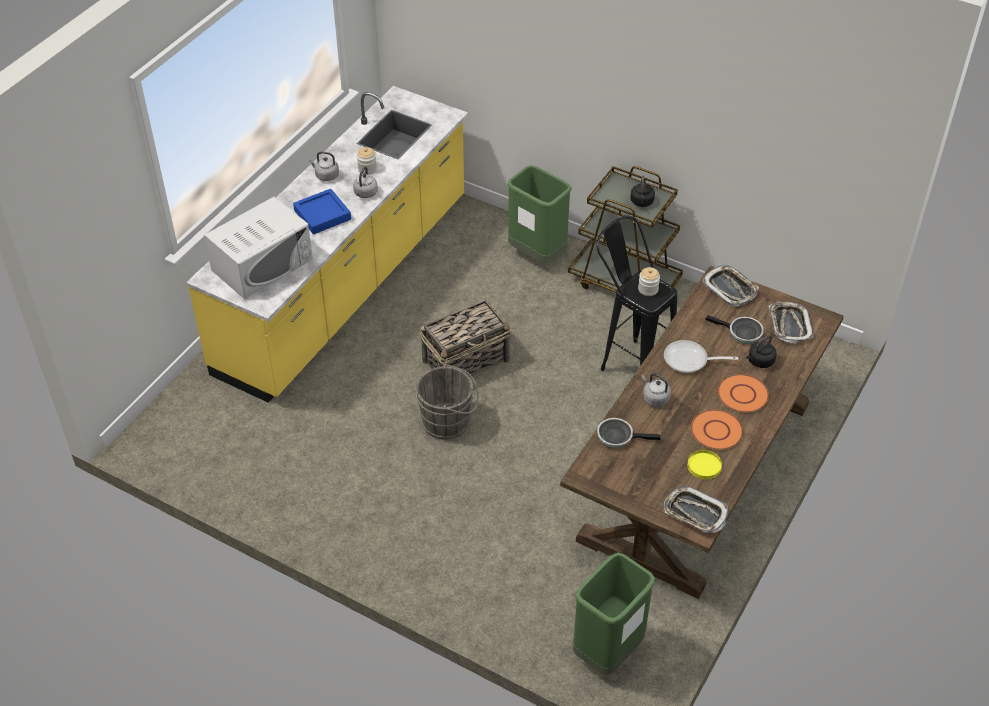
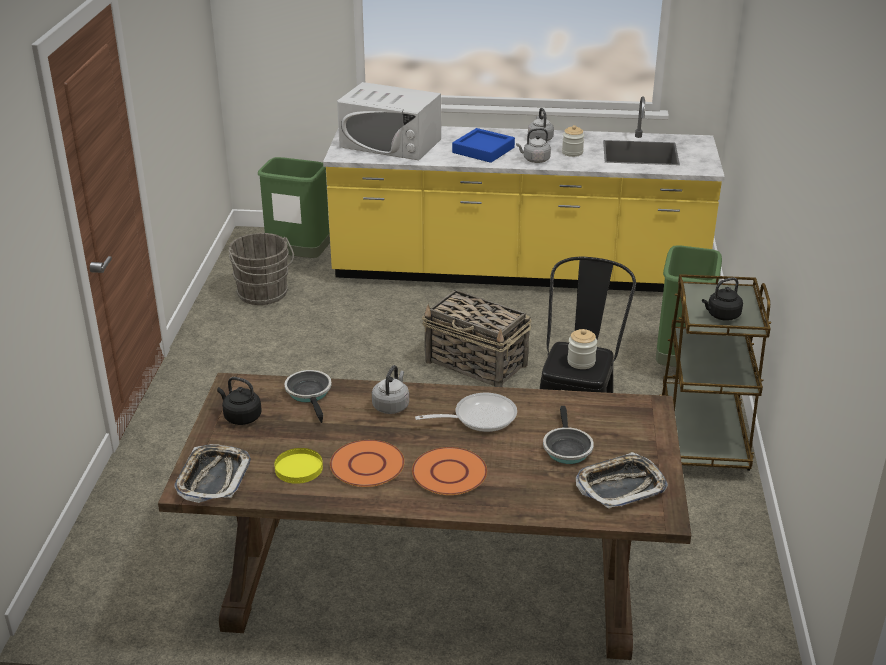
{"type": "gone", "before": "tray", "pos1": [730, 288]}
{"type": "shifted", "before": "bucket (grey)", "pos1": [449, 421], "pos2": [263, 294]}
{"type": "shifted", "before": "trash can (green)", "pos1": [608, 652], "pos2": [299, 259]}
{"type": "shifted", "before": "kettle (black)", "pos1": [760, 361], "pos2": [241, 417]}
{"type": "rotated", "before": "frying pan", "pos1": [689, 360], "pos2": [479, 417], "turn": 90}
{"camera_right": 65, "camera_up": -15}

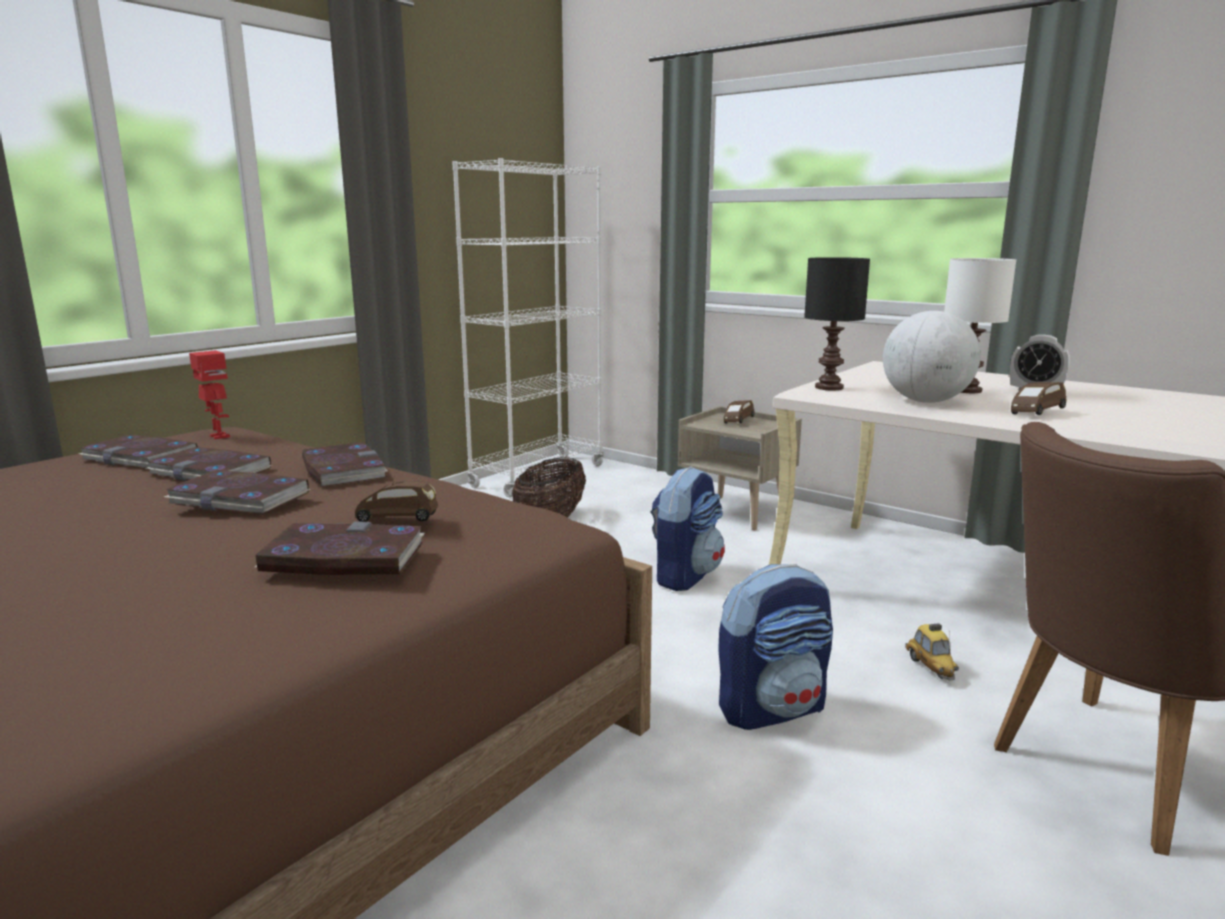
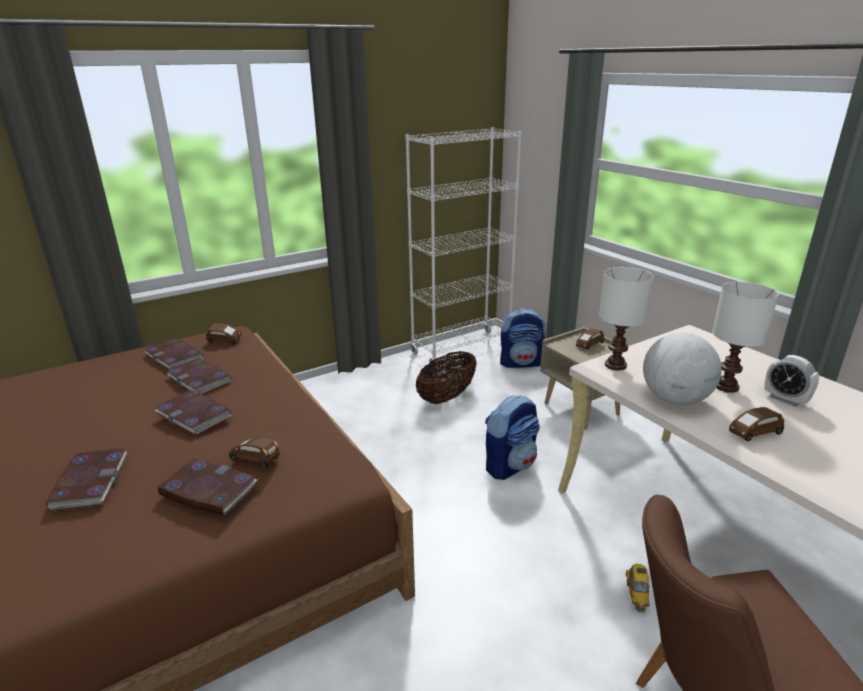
{"type": "shifted", "before": "book", "pos1": [343, 470], "pos2": [90, 481]}
{"type": "shifted", "before": "backpack", "pos1": [772, 708], "pos2": [521, 363]}
{"type": "swapped", "before": "toy robot", "after": "toy car (brown)", "pos1": [218, 437], "pos2": [224, 341]}
{"type": "repainted", "before": "table lamp (black)", "after": "table lamp (white)", "pos1": [830, 388], "pos2": [616, 366]}
{"camera_right": 20, "camera_up": 10}

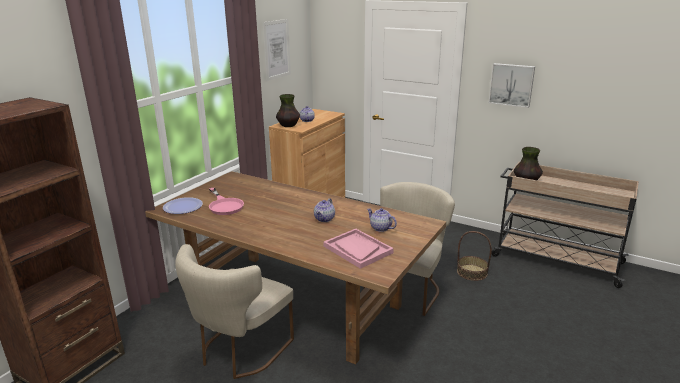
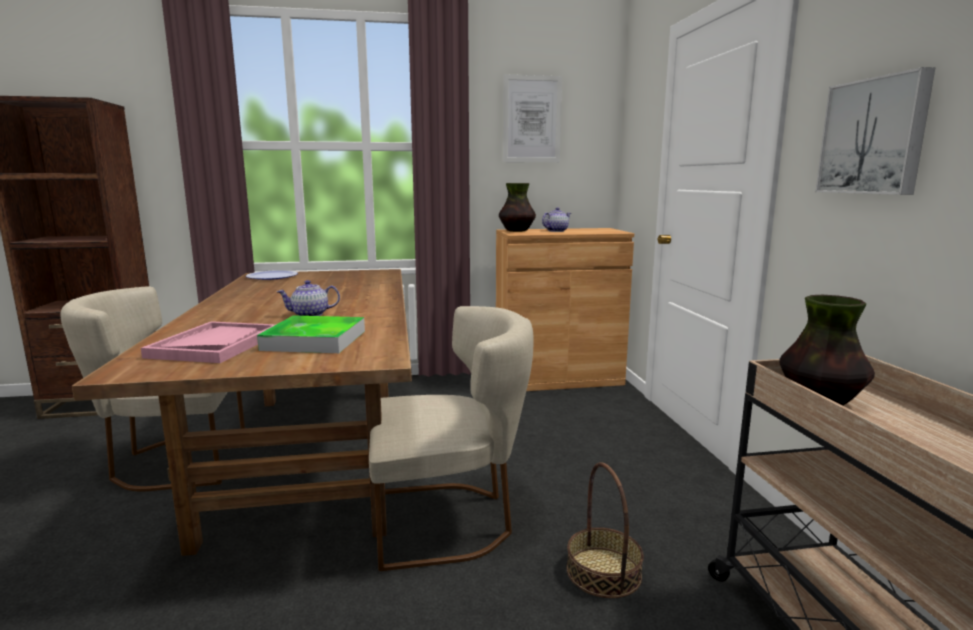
{"type": "gone", "before": "frying pan (pink)", "pos1": [224, 205]}
{"type": "swapped", "before": "teapot", "after": "tray", "pos1": [380, 228], "pos2": [314, 340]}
{"camera_right": 50, "camera_up": -10}

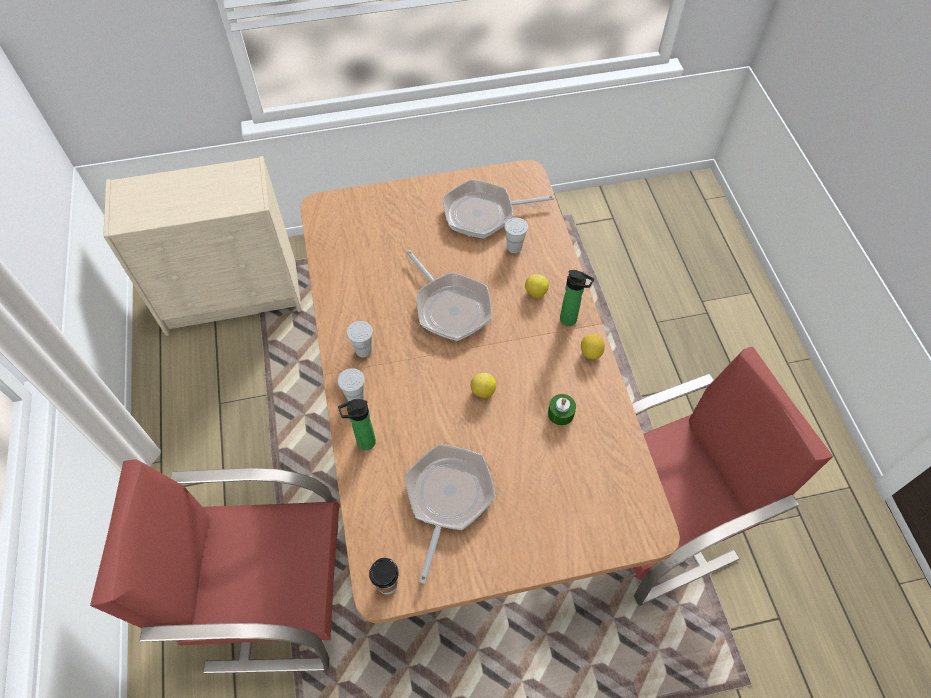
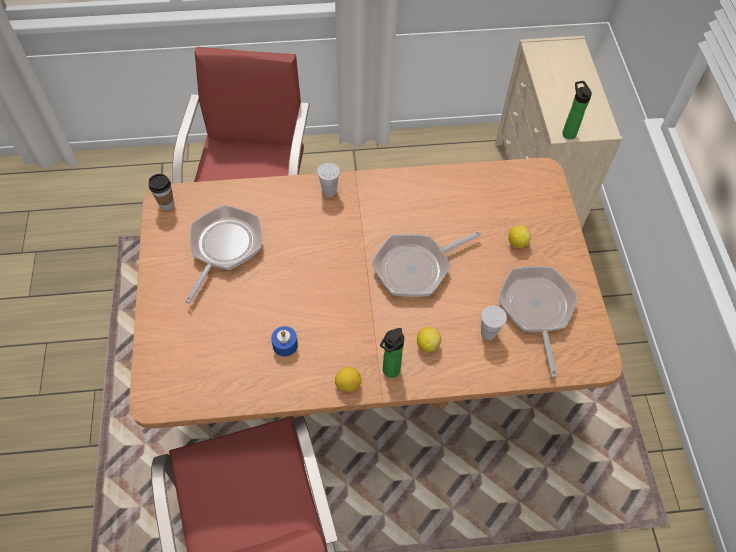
{"type": "gone", "before": "cup (white)", "pos1": [363, 350]}
{"type": "shifted", "before": "bottle", "pos1": [363, 443], "pos2": [568, 132]}
{"type": "shifted", "before": "lemon", "pos1": [483, 391], "pos2": [517, 242]}
{"type": "repainted", "before": "candle (green)", "after": "candle (blue)", "pos1": [560, 413], "pos2": [285, 345]}
{"type": "rotated", "before": "frying pan", "pos1": [447, 498], "pos2": [224, 247], "turn": -90}
{"camera_right": 95, "camera_up": 0}

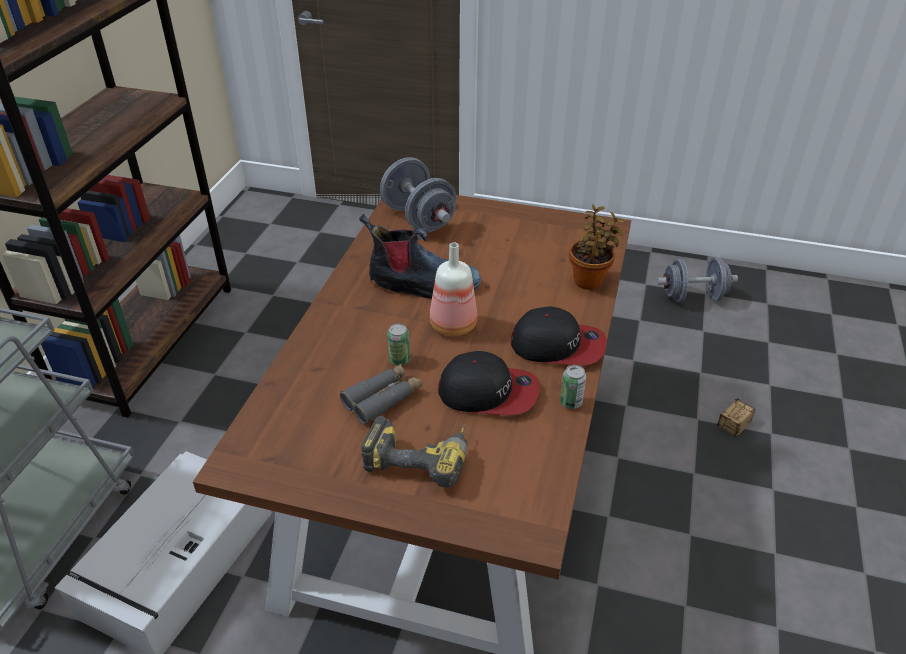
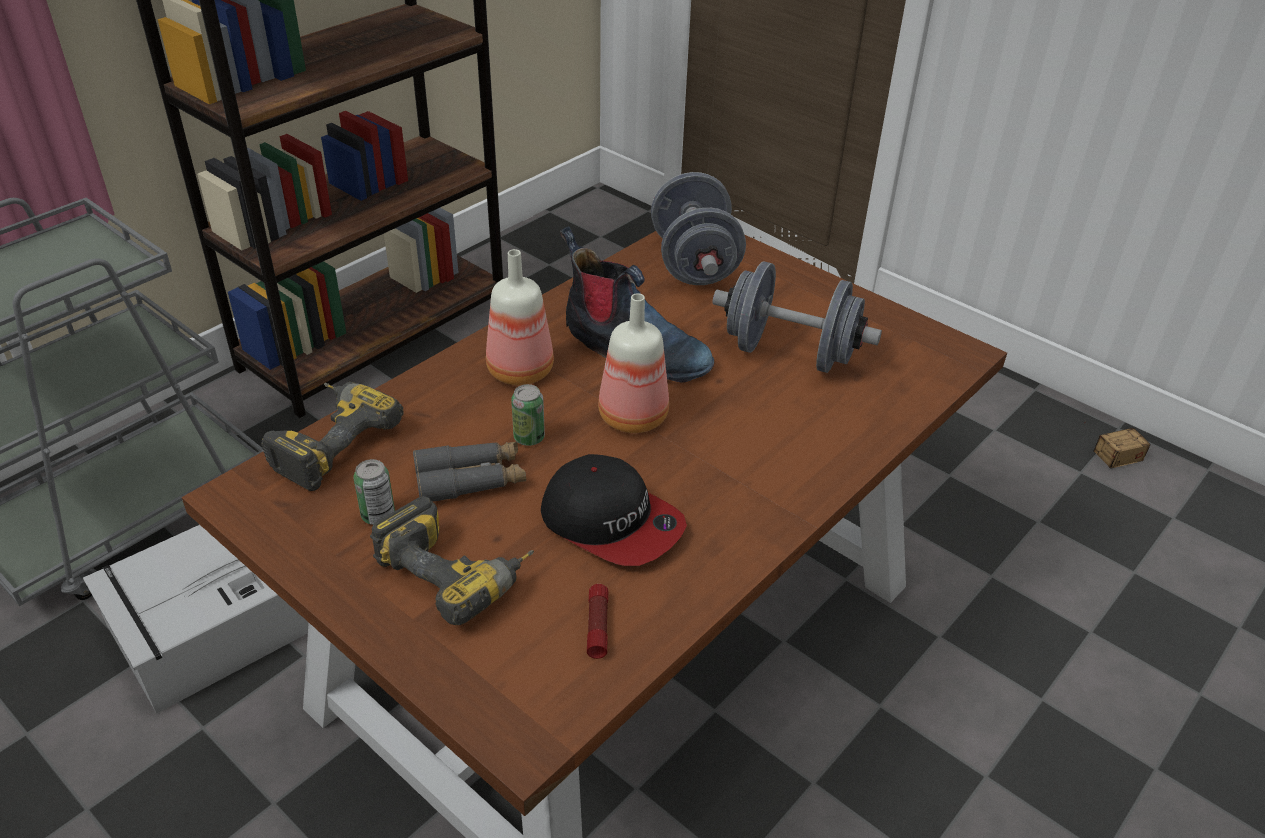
{"type": "gone", "before": "cap", "pos1": [558, 345]}
{"type": "gone", "before": "potted plant", "pos1": [590, 280]}
{"type": "new", "after": "power drill", "pos2": [328, 442]}
{"type": "new", "after": "bottle", "pos2": [522, 372]}
{"type": "new", "after": "flashlight", "pos2": [597, 626]}
{"type": "shifted", "before": "can", "pos1": [571, 402], "pos2": [378, 515]}
{"type": "shifted", "before": "dumbbell (grey)", "pos1": [693, 296], "pos2": [790, 354]}
{"type": "shifted", "before": "storage box", "pos1": [722, 435], "pos2": [1094, 462]}
{"camera_right": 25, "camera_up": 0}

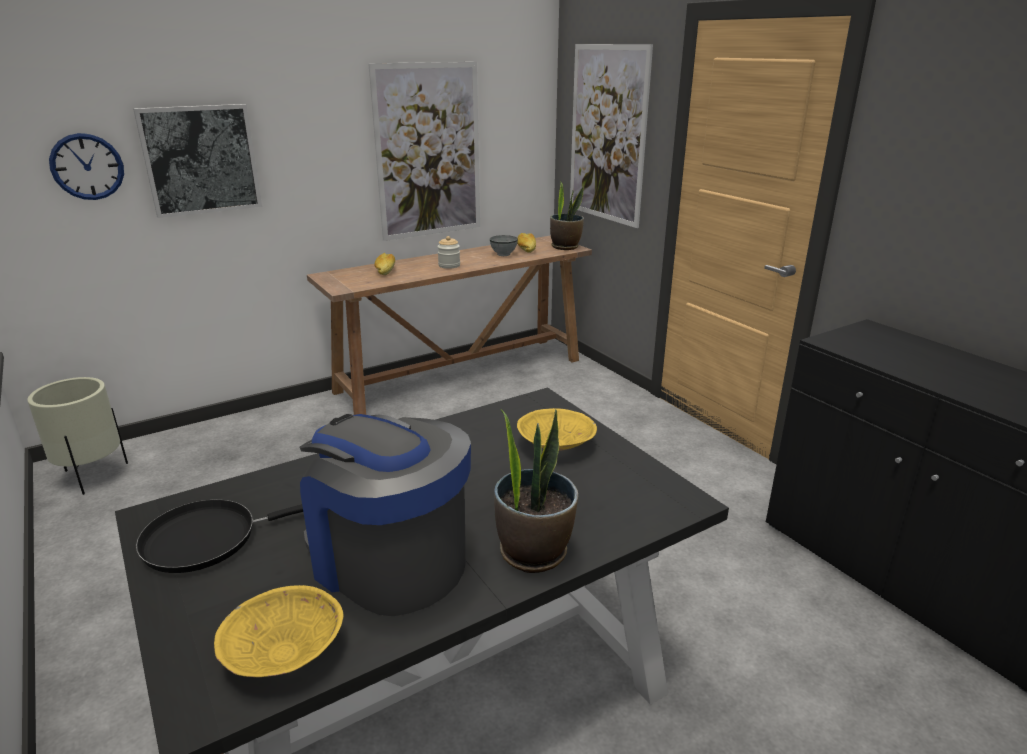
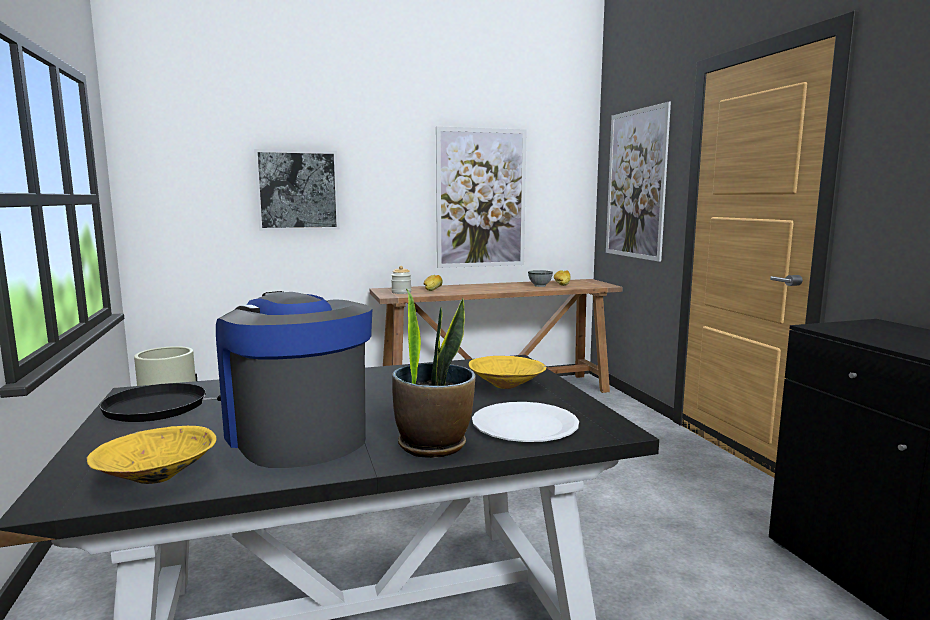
{"type": "gone", "before": "wall clock", "pos1": [87, 167]}
{"type": "gone", "before": "potted plant", "pos1": [565, 247]}
{"type": "new", "after": "plate (white)", "pos2": [525, 425]}
{"type": "shifted", "before": "jar", "pos1": [449, 265], "pos2": [401, 292]}
{"camera_right": 15, "camera_up": -15}

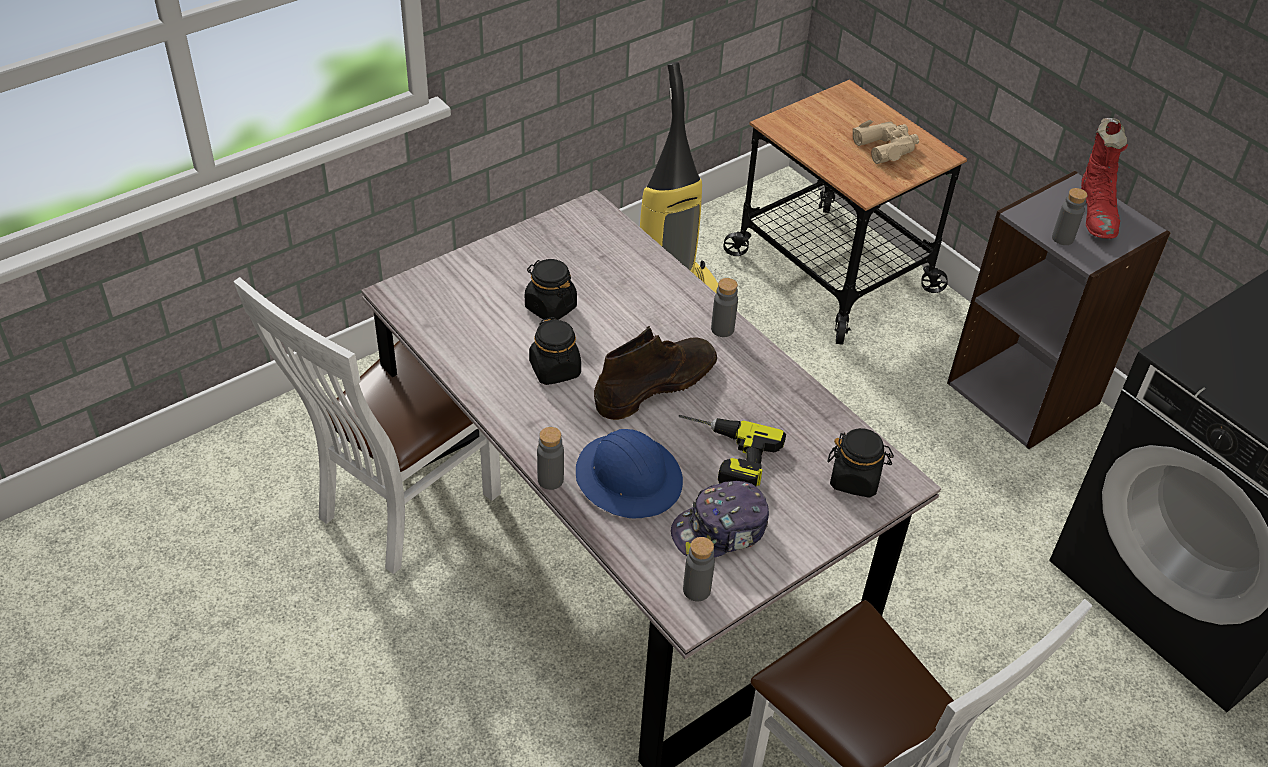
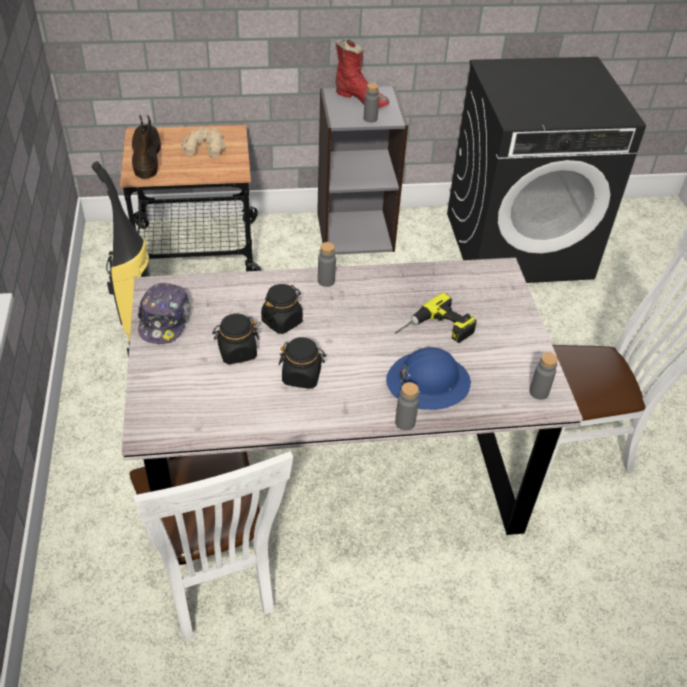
{"type": "shifted", "before": "boot (brown)", "pos1": [656, 384], "pos2": [146, 155]}
{"type": "shifted", "before": "cap", "pos1": [720, 531], "pos2": [165, 320]}
{"type": "shifted", "before": "jar (black)", "pos1": [855, 479], "pos2": [282, 321]}
{"camera_right": -60, "camera_up": 0}

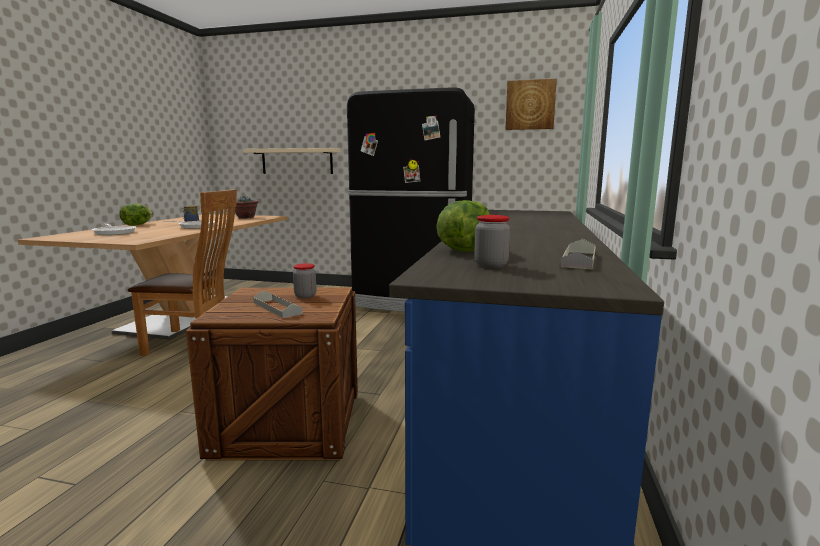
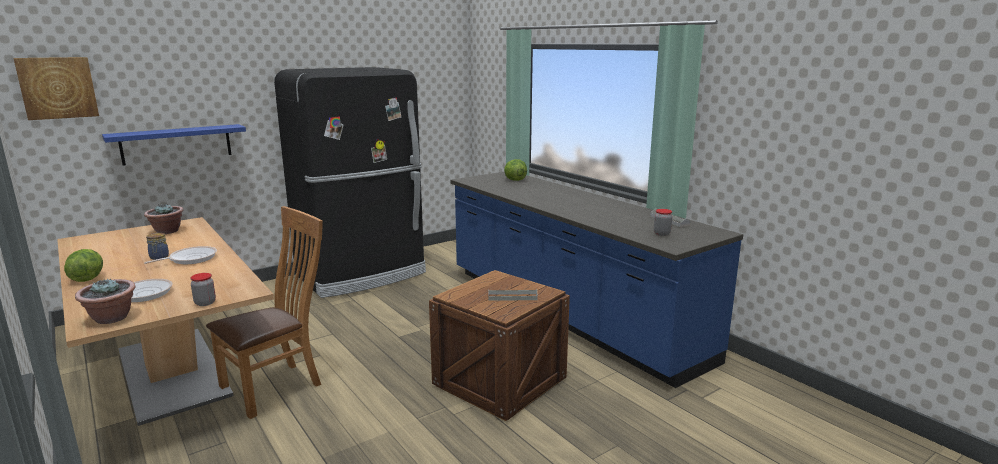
{"type": "new", "after": "potted plant", "pos2": [111, 318]}
{"type": "shifted", "before": "jar", "pos1": [305, 296], "pos2": [205, 303]}
{"type": "shifted", "before": "lettuce", "pos1": [463, 250], "pos2": [515, 180]}
{"type": "shifted", "before": "picture", "pos1": [530, 105], "pos2": [58, 88]}
{"type": "repainted", "before": "shelf (beige)", "after": "shelf (blue)", "pos1": [297, 161], "pos2": [176, 144]}
{"camera_right": -50, "camera_up": 5}

